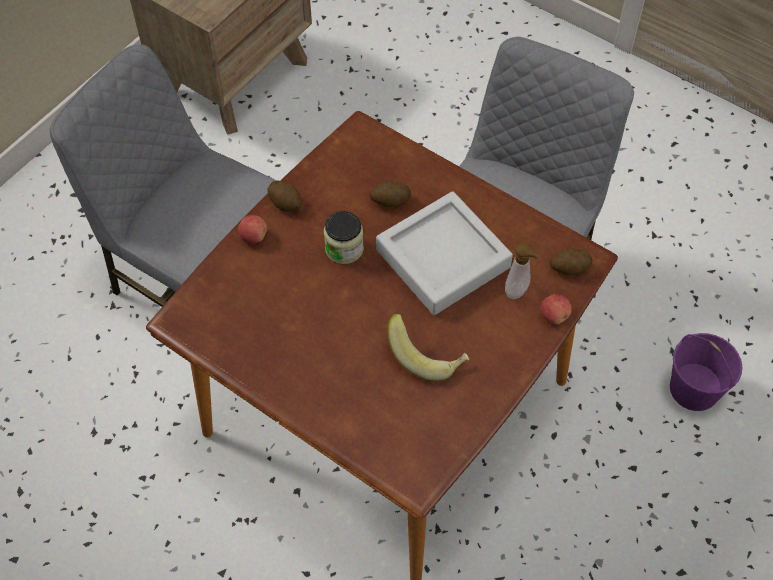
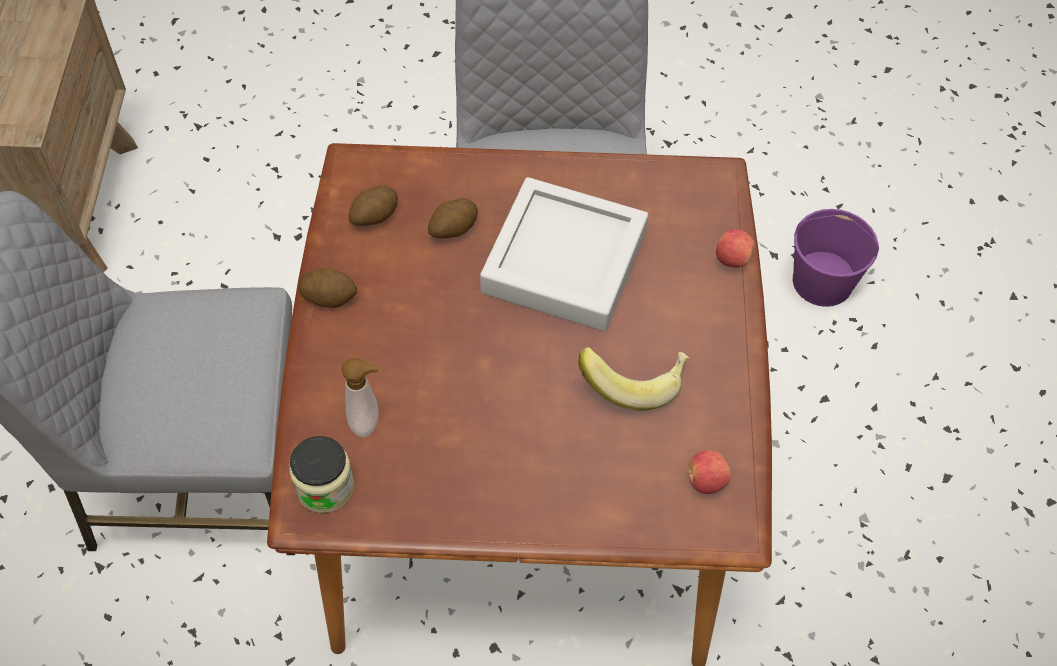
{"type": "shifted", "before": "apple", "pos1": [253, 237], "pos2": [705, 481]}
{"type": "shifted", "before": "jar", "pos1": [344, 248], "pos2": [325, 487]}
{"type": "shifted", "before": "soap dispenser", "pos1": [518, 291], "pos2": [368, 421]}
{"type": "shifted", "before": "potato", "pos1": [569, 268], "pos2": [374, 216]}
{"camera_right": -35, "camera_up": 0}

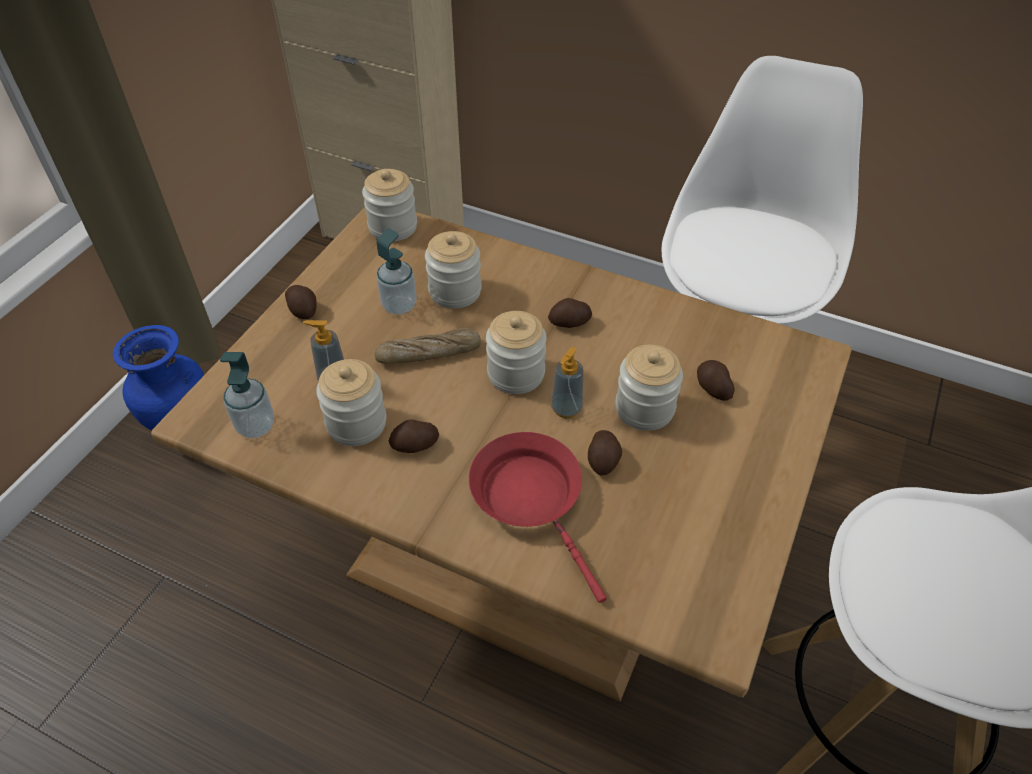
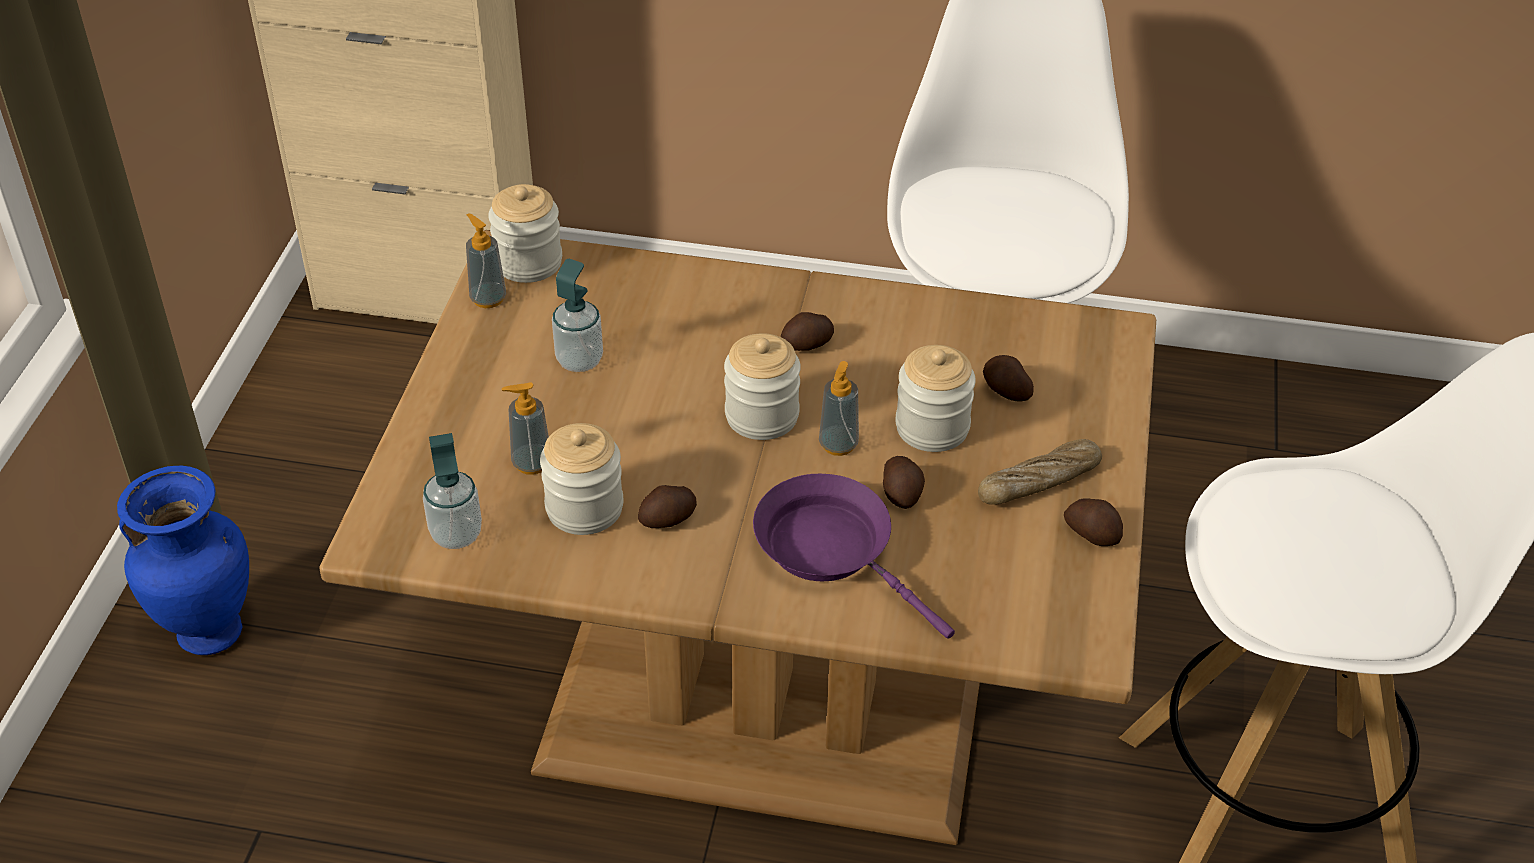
{"type": "gone", "before": "jar", "pos1": [455, 291]}
{"type": "new", "after": "soap dispenser", "pos2": [488, 298]}
{"type": "shifted", "before": "potato", "pos1": [303, 310], "pos2": [1092, 533]}
{"type": "shifted", "before": "bread", "pos1": [429, 353], "pos2": [1039, 481]}
{"type": "repainted", "before": "frying pan (red)", "after": "frying pan (purple)", "pos1": [532, 499], "pos2": [832, 550]}
{"camera_right": -15, "camera_up": -5}

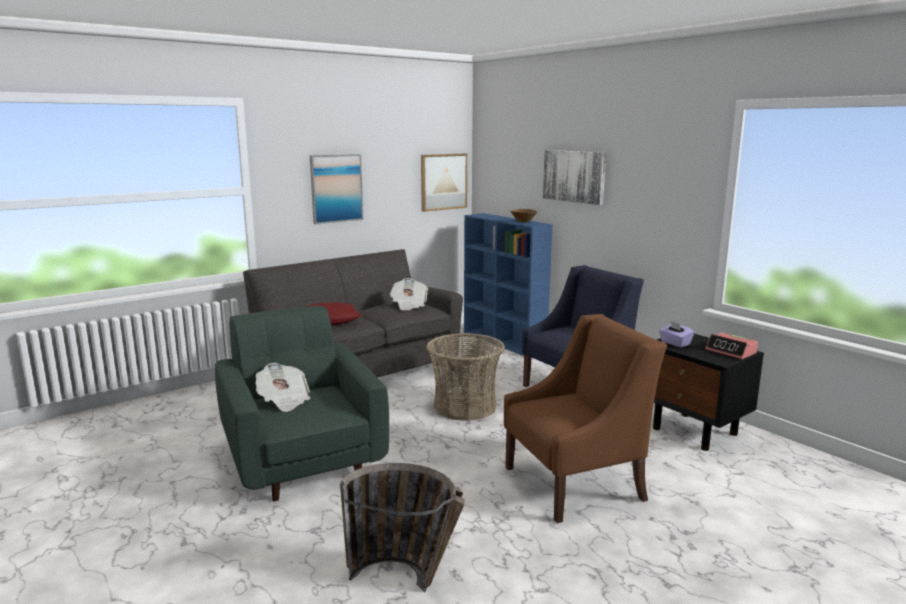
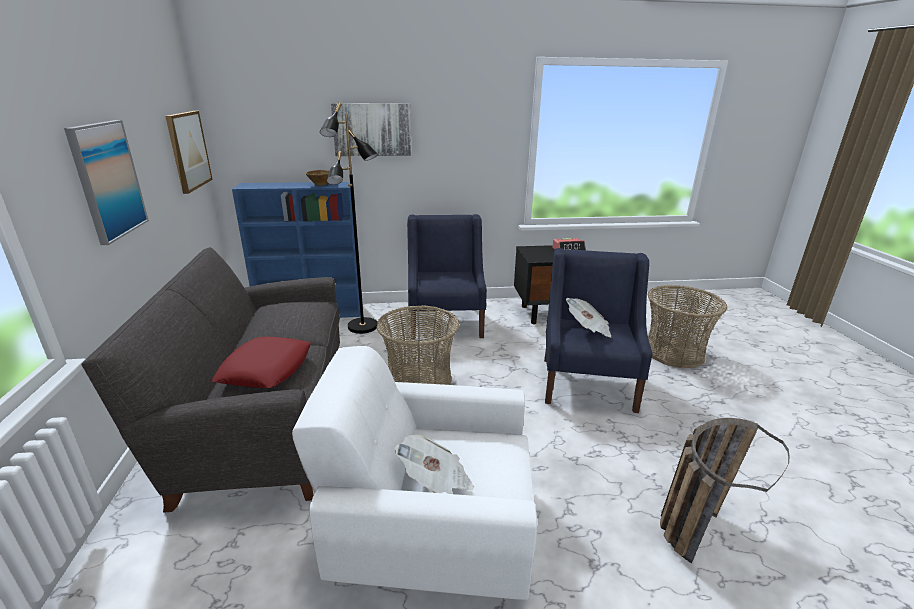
{"type": "gone", "before": "tissue box (purple)", "pos1": [675, 343]}
{"type": "new", "after": "floor lamp (black)", "pos2": [363, 327]}
{"type": "new", "after": "basket", "pos2": [674, 352]}
{"type": "shifted", "before": "newspaper", "pos1": [409, 305], "pos2": [588, 329]}
{"type": "repainted", "before": "armchair (green)", "after": "armchair (white)", "pos1": [302, 458], "pos2": [429, 530]}
{"type": "repainted", "before": "armchair (brown)", "after": "armchair (blue)", "pos1": [575, 483], "pos2": [587, 383]}
{"camera_right": -60, "camera_up": 10}

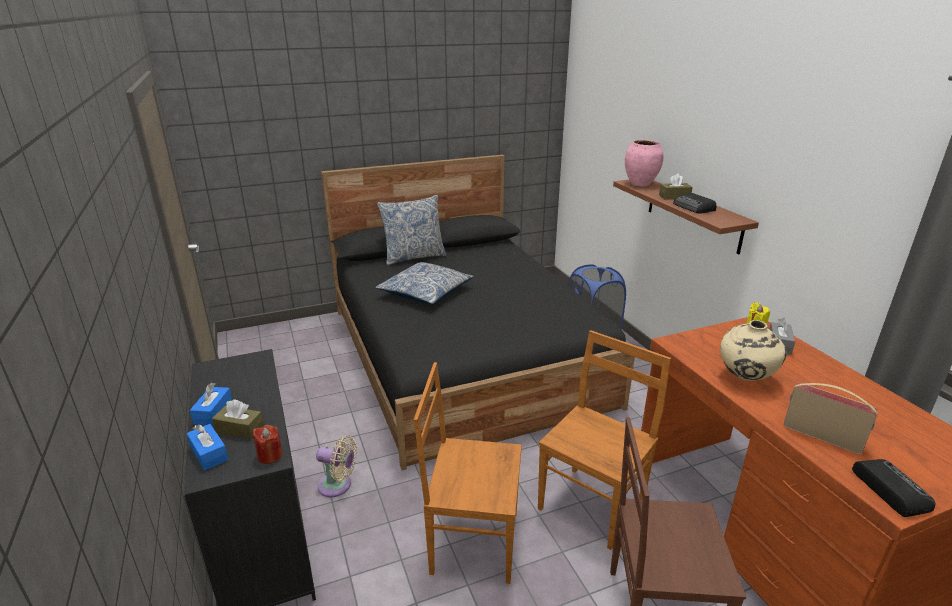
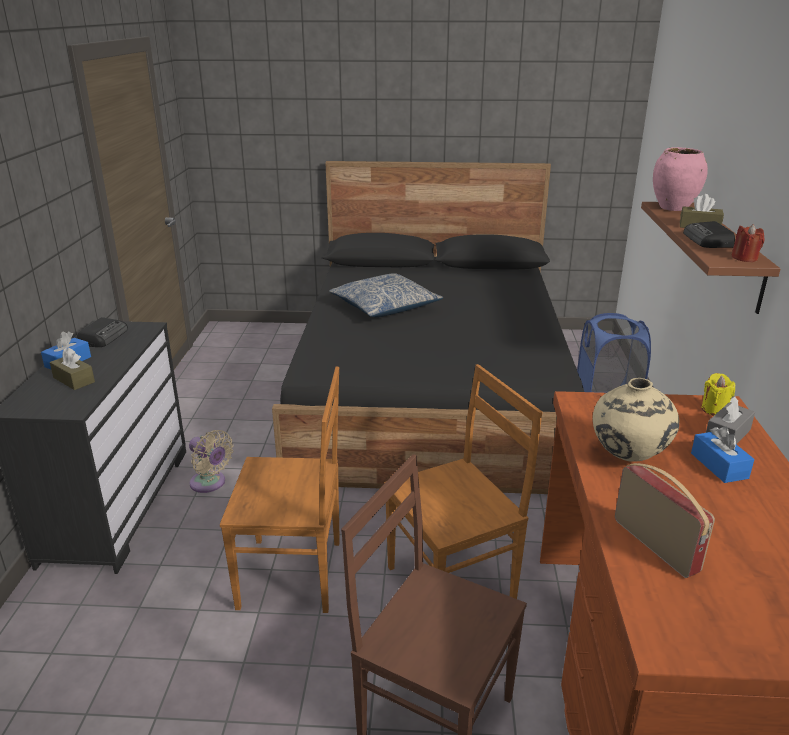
{"type": "gone", "before": "pillow", "pos1": [414, 257]}
{"type": "shifted", "before": "tissue box (blue)", "pos1": [209, 453], "pos2": [719, 466]}
{"type": "shifted", "before": "candle (red)", "pos1": [270, 455], "pos2": [744, 258]}
{"type": "shifted", "before": "radio", "pos1": [889, 489], "pos2": [104, 337]}
{"type": "rotated", "before": "chair (brown)", "pos1": [471, 541], "pos2": [294, 574], "turn": 150}
{"camera_right": 25, "camera_up": 0}

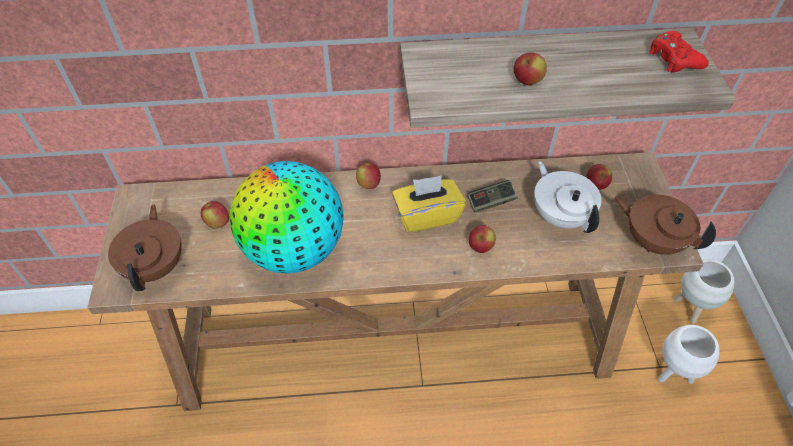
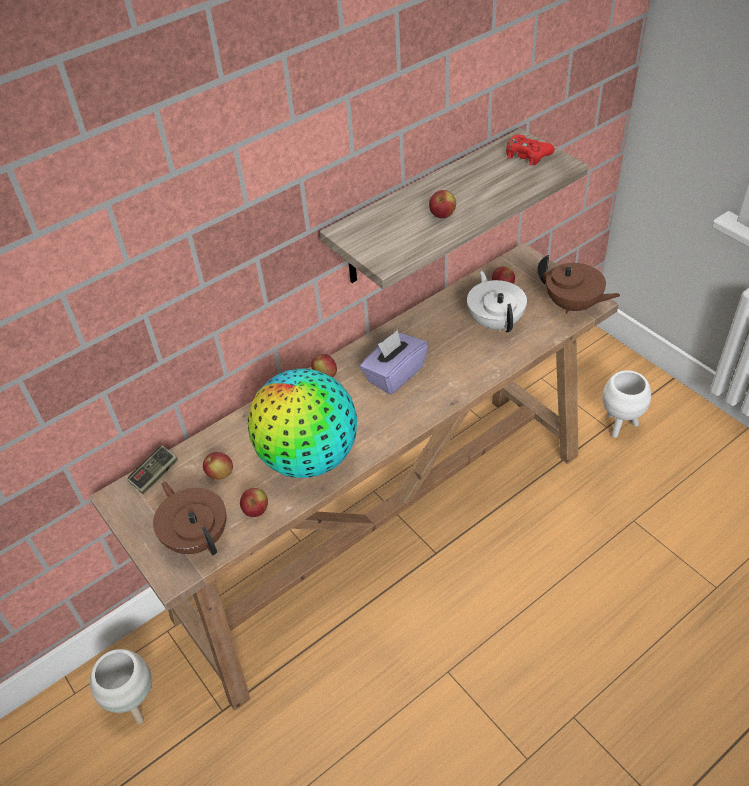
{"type": "shifted", "before": "game controller", "pos1": [491, 202], "pos2": [155, 475]}
{"type": "shifted", "before": "apple", "pos1": [480, 247], "pos2": [256, 511]}
{"type": "shifted", "before": "planter (white)", "pos1": [690, 307], "pos2": [135, 704]}
{"type": "repainted", "before": "tissue box (yellow)", "after": "tissue box (purple)", "pos1": [426, 215], "pos2": [394, 374]}
{"type": "rotated", "before": "teapot (white)", "pos1": [560, 216], "pos2": [495, 321], "turn": 45}
{"type": "rotated", "before": "teapot (brown)", "pos1": [652, 240], "pos2": [573, 305], "turn": -150}
{"camera_right": -30, "camera_up": -5}

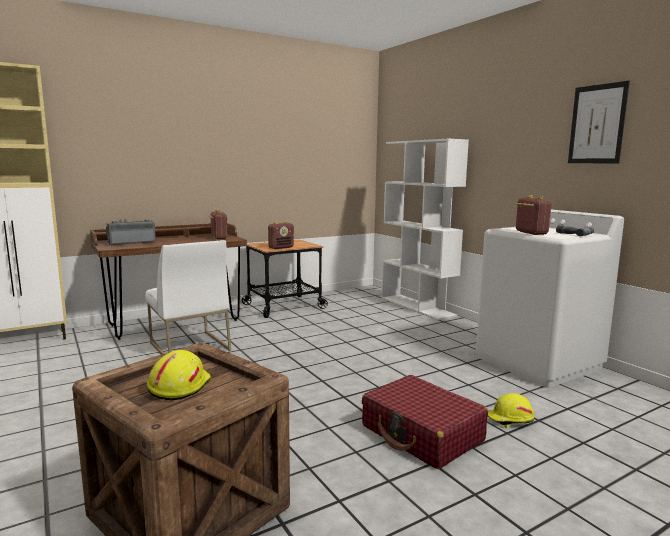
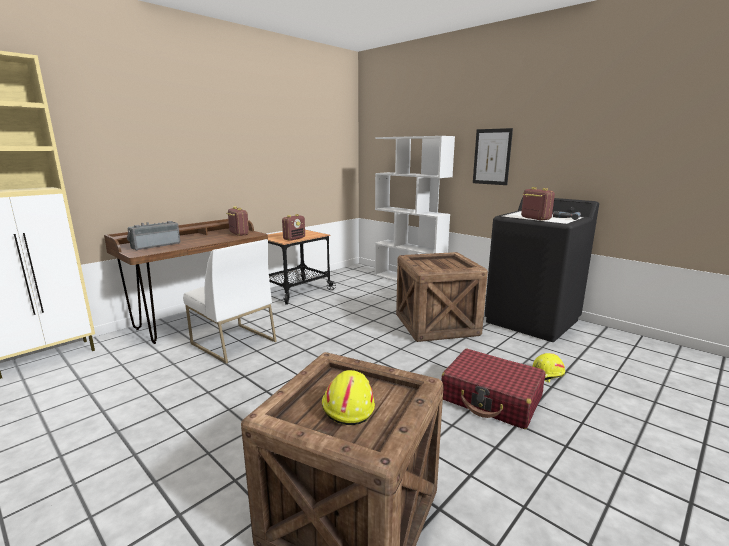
{"type": "new", "after": "crate", "pos2": [437, 325]}
{"type": "shifted", "before": "picture", "pos1": [597, 124], "pos2": [492, 157]}
{"type": "repainted", "before": "washing machine (white)", "after": "washing machine (black)", "pos1": [538, 363], "pos2": [532, 321]}
{"camera_right": -15, "camera_up": 5}

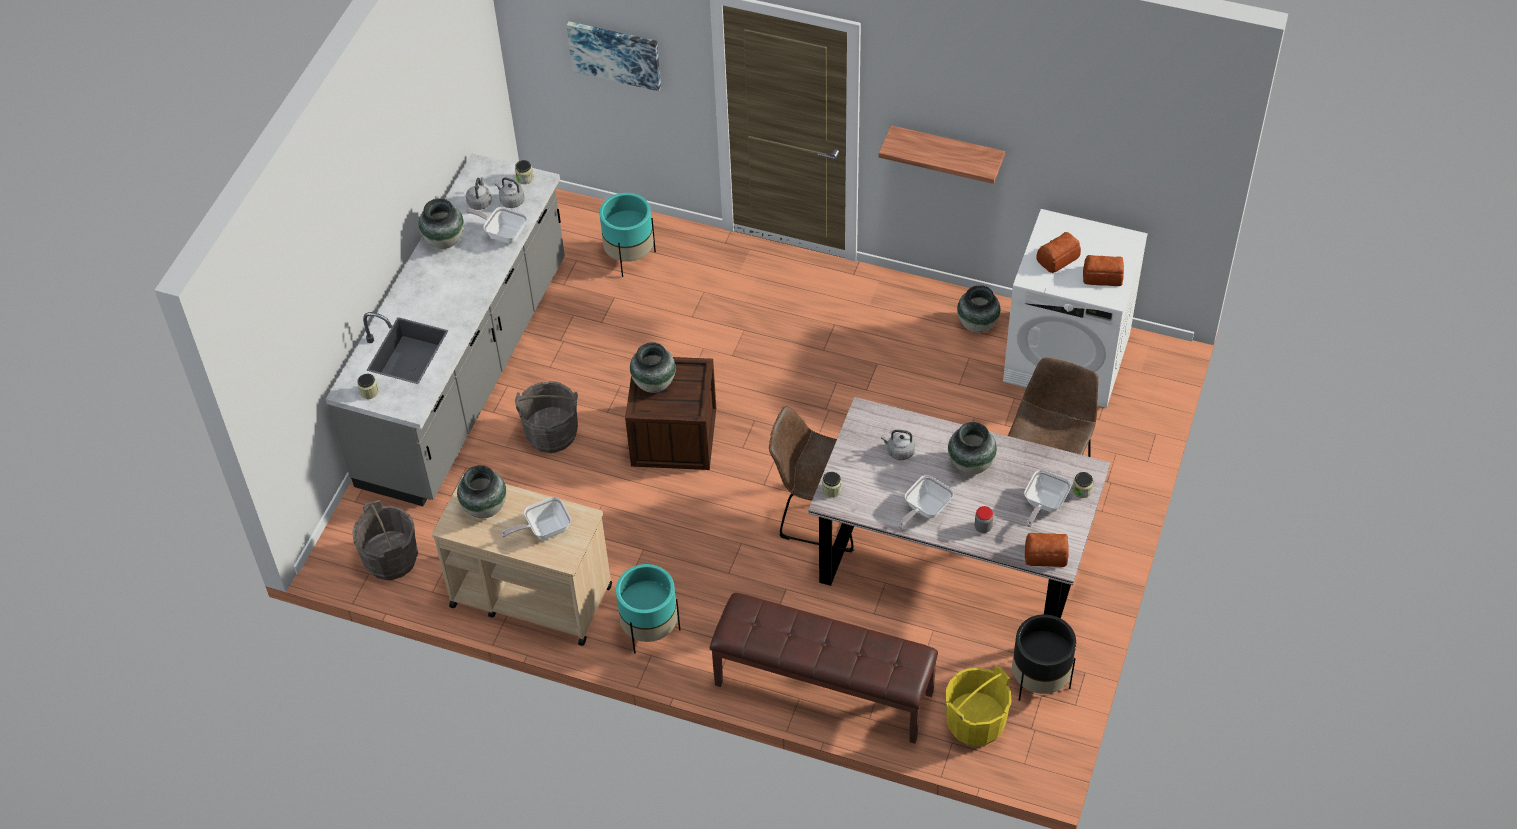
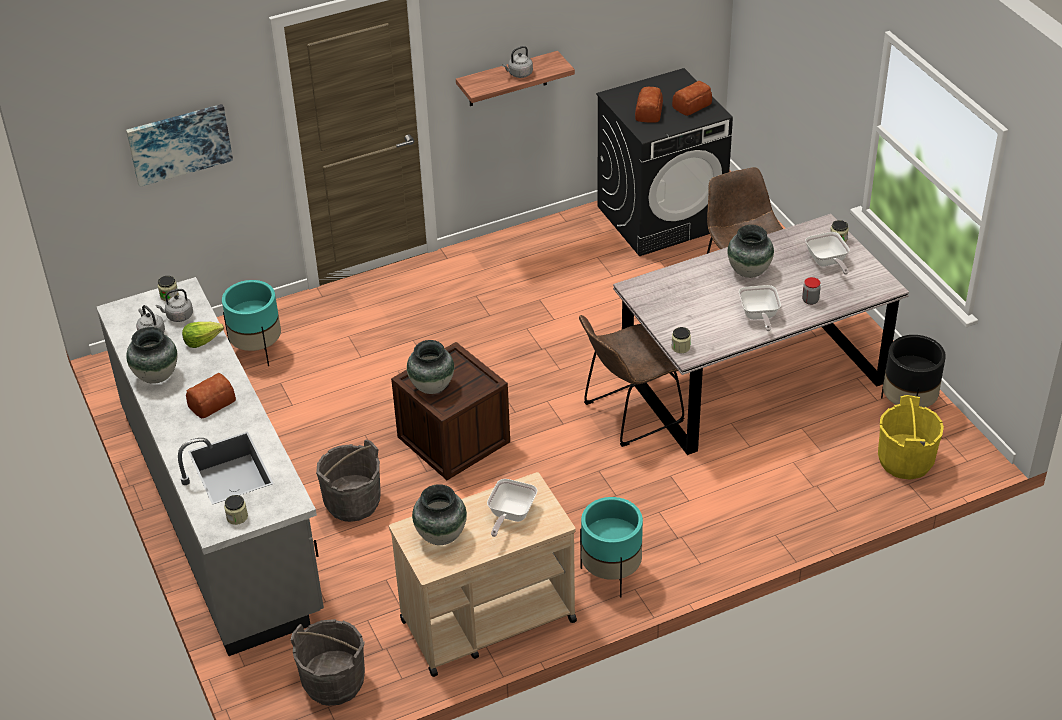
{"type": "gone", "before": "bench (brown)", "pos1": [823, 689]}
{"type": "gone", "before": "vase", "pos1": [977, 324]}
{"type": "shifted", "before": "kettle (grey)", "pos1": [899, 451], "pos2": [519, 74]}
{"type": "shifted", "before": "bread", "pos1": [1045, 554], "pos2": [210, 403]}
{"type": "swapped", "before": "frying pan", "after": "lettuce", "pos1": [503, 233], "pos2": [202, 340]}
{"type": "repainted", "before": "washing machine (white)", "after": "washing machine (black)", "pos1": [1067, 358], "pos2": [661, 217]}
{"camera_right": -45, "camera_up": -10}

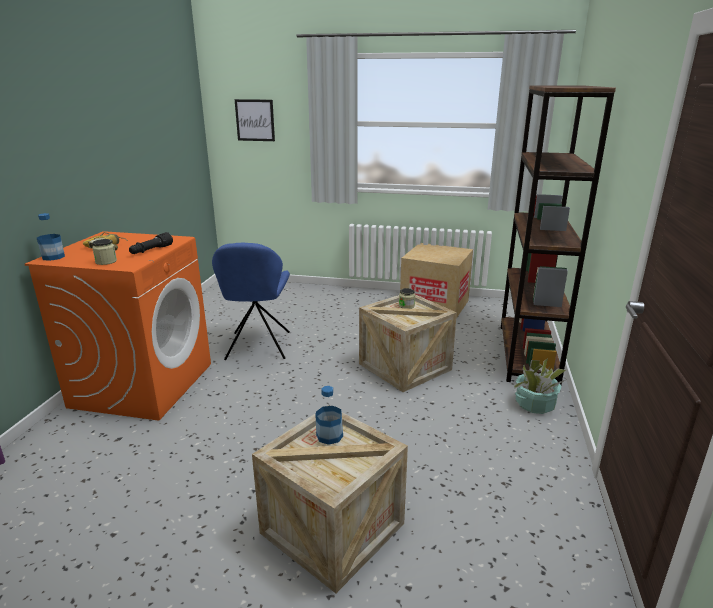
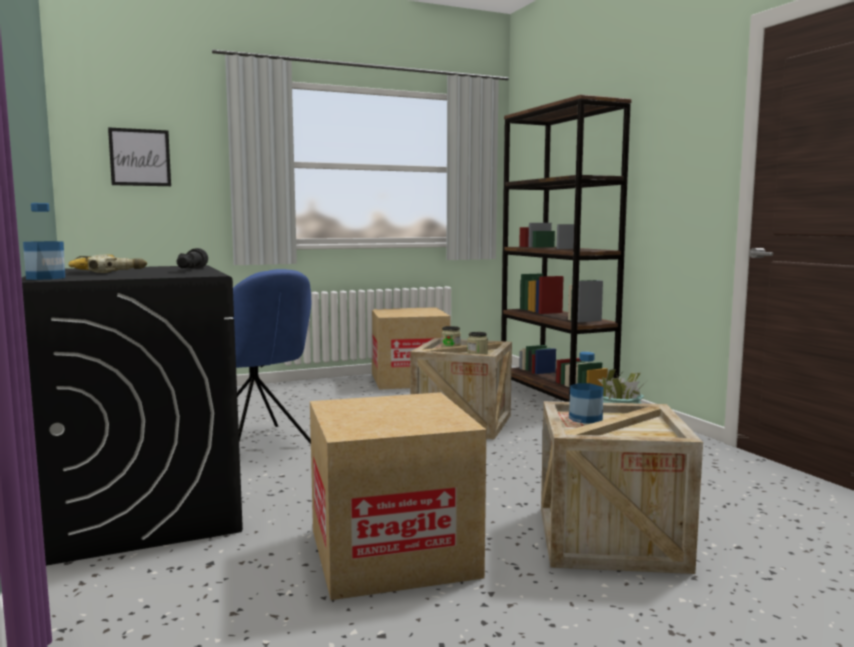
{"type": "new", "after": "cardboard box", "pos2": [392, 552]}
{"type": "shifted", "before": "jar", "pos1": [106, 261], "pos2": [477, 354]}
{"type": "repainted", "before": "washing machine (orange)", "after": "washing machine (black)", "pos1": [143, 384], "pos2": [144, 510]}
{"camera_right": -35, "camera_up": -15}

